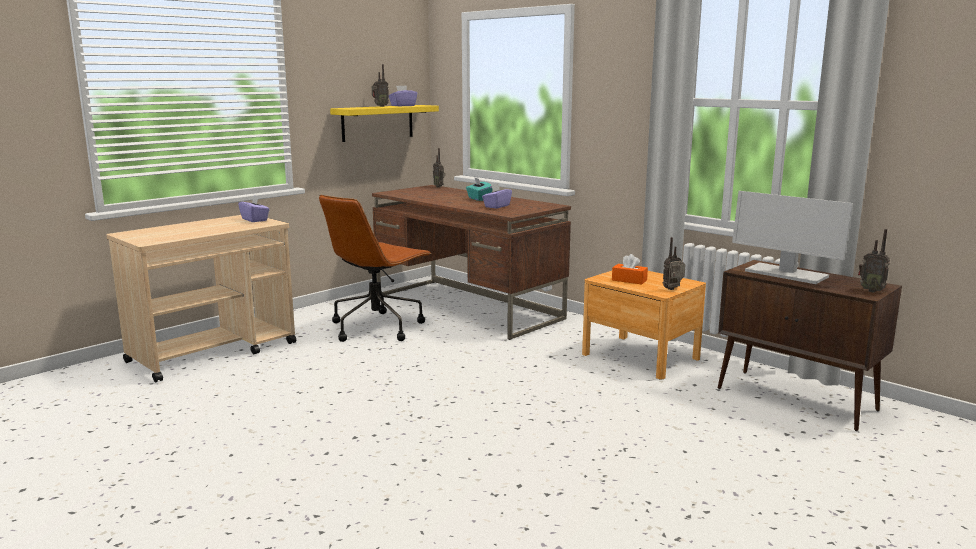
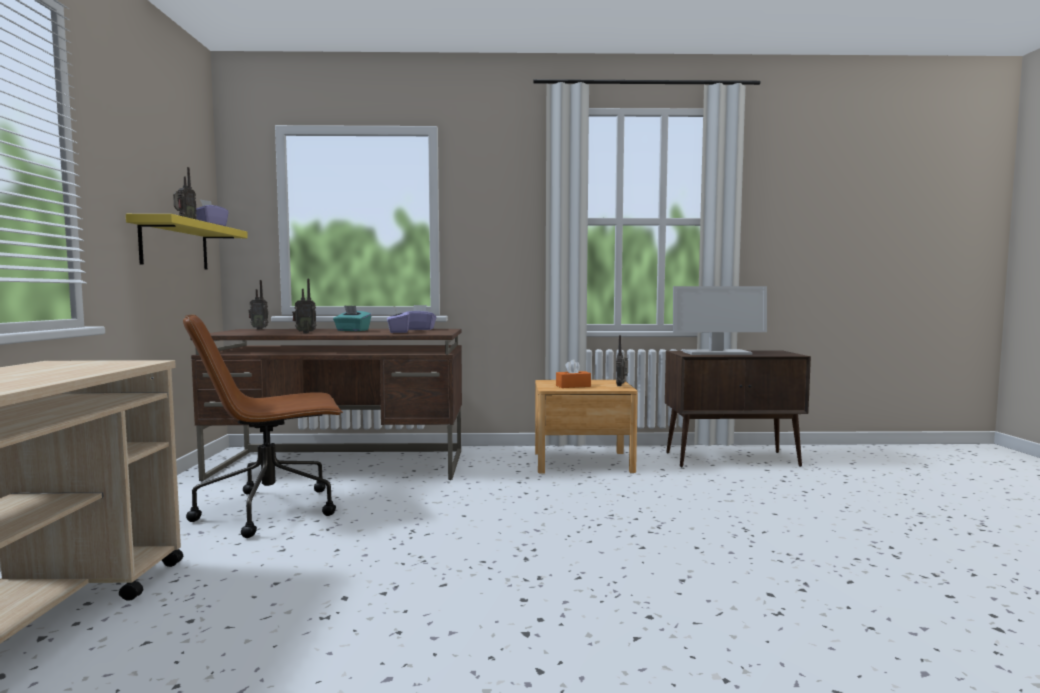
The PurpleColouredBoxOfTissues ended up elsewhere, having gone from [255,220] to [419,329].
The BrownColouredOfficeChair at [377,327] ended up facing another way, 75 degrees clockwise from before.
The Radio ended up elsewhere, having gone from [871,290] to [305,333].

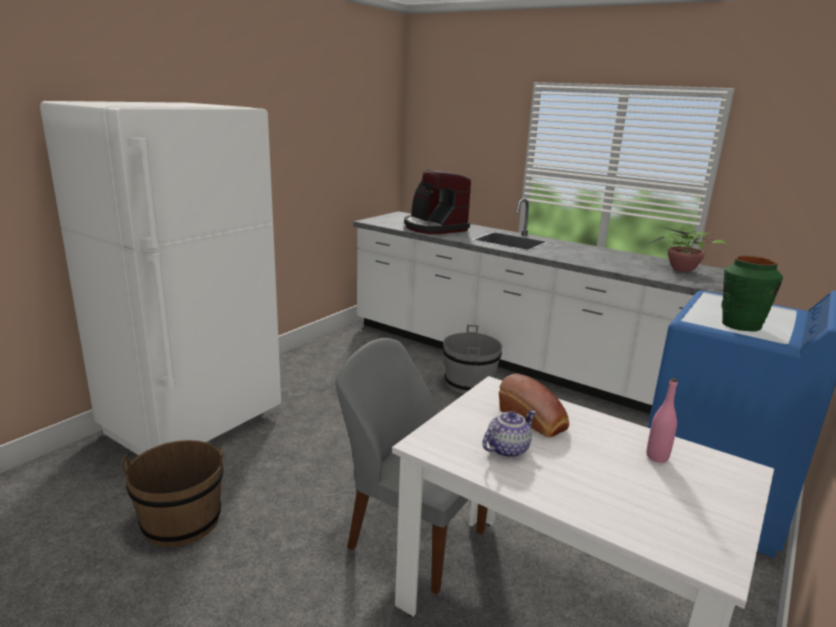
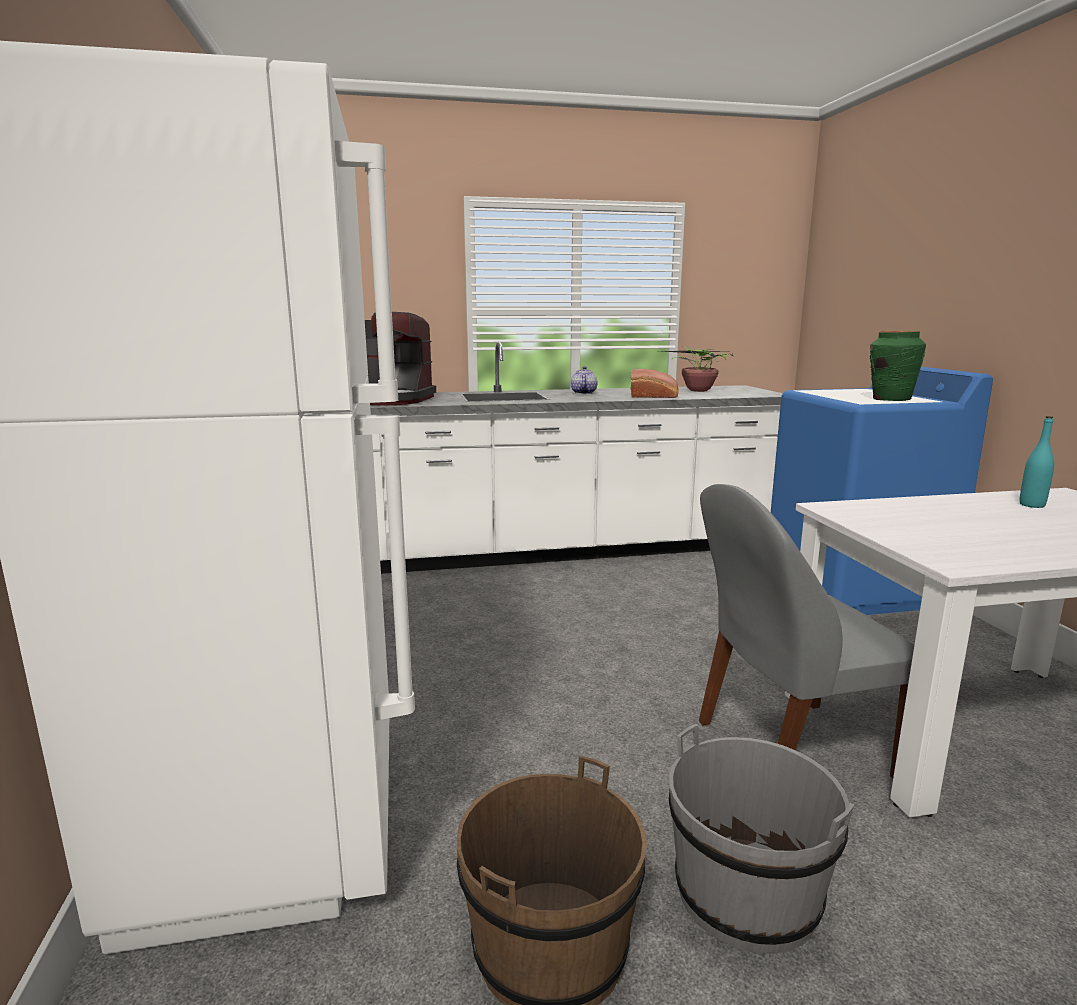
The GreyishPail ended up elsewhere, having gone from [469,383] to [746,895].
The Teapot ended up elsewhere, having gone from [507,449] to [583,393].
The Bread ended up elsewhere, having gone from [534,420] to [654,396].
What was the PinkColouredBottle at [657,457] turned into the TurquoiseBottle at [1032,505].

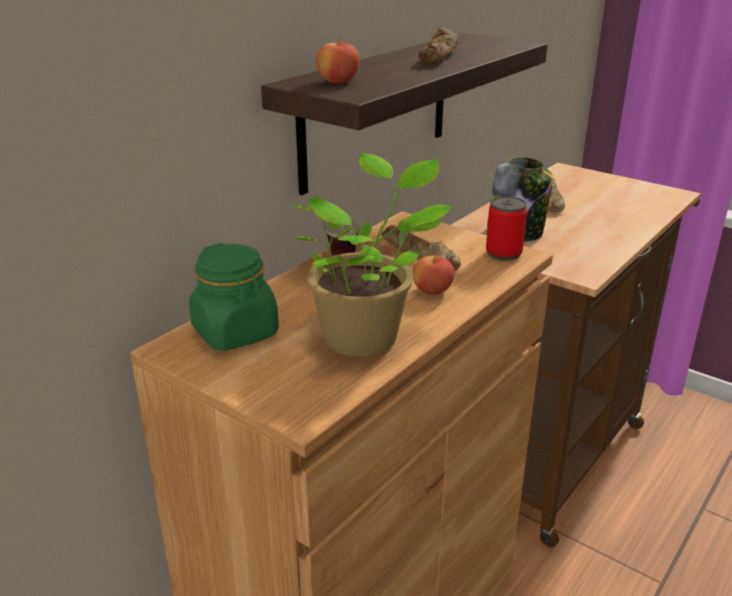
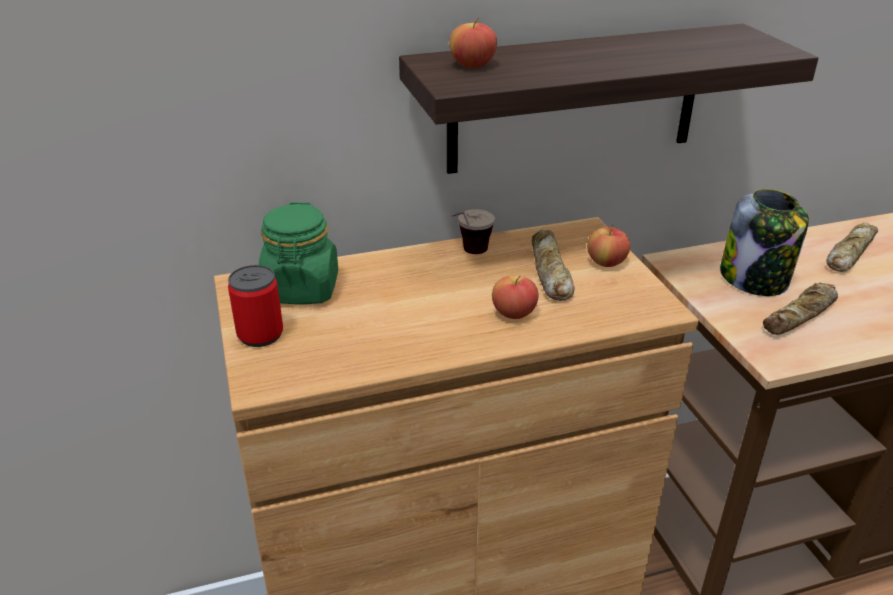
The second view lost the PlantInAPot at [365,336].
The Bread ended up elsewhere, having gone from [439,56] to [801,315].
The SealedCan ended up elsewhere, having gone from [503,253] to [260,334].
The second view gained the AppleFruit at [606,262].

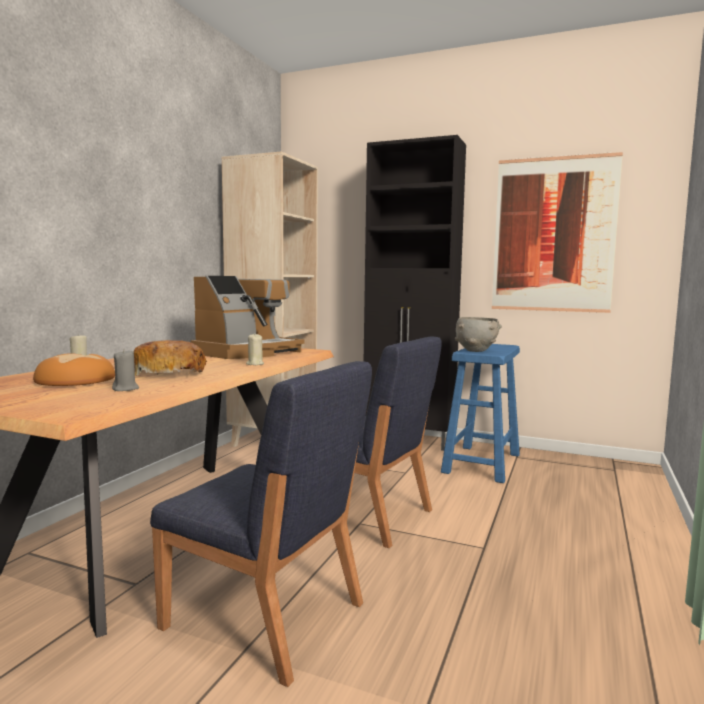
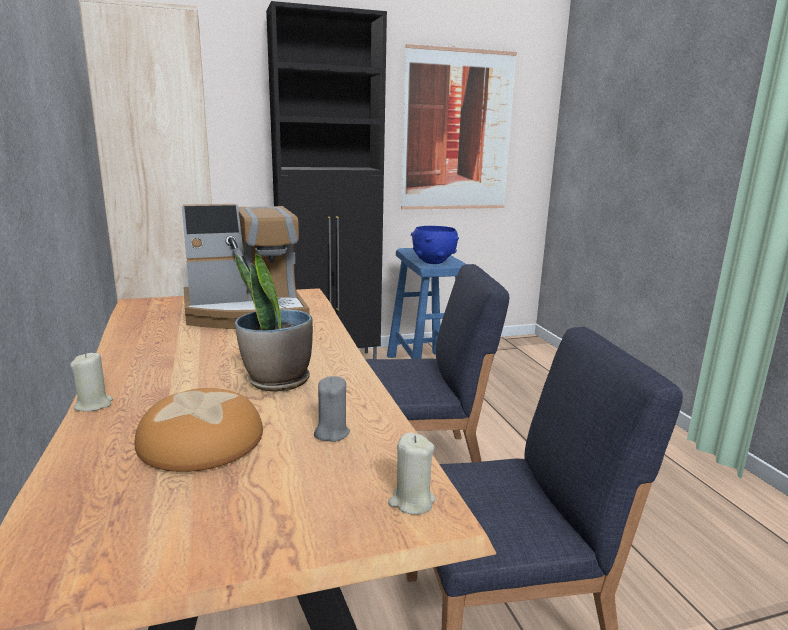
Where the Bread stood at [168,373], the PlantInAPot came to stand at [277,381].
The CoffeeMachine at [247,352] ended up facing another way, 75 degrees clockwise from before.
The BeigeColouredWaxLight ended up elsewhere, having gone from [255,364] to [411,502].
What was the GreyishBowl at [476,351] turned into the BlueBowl at [433,262].

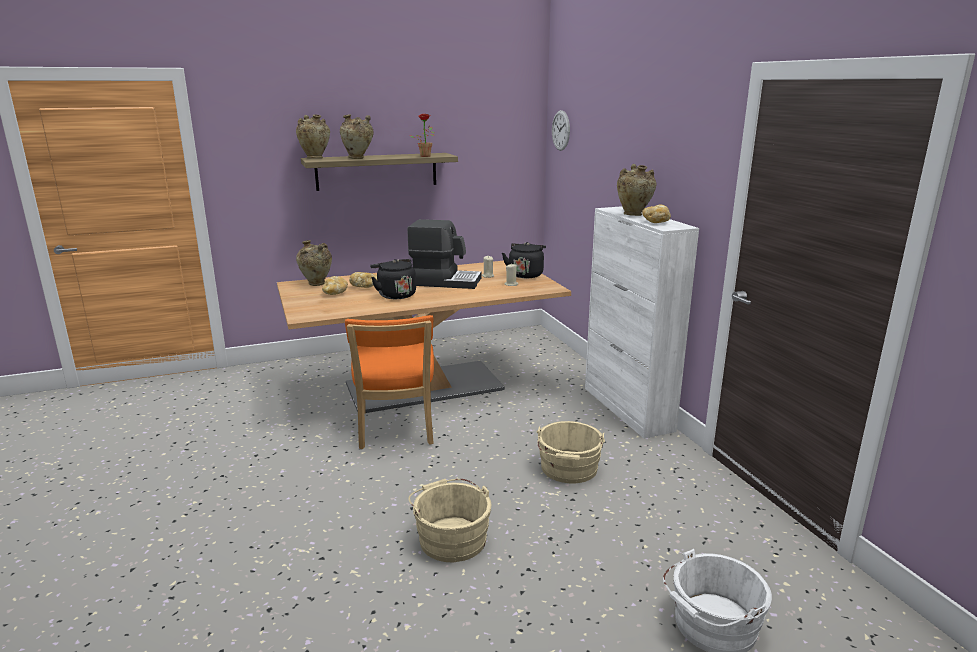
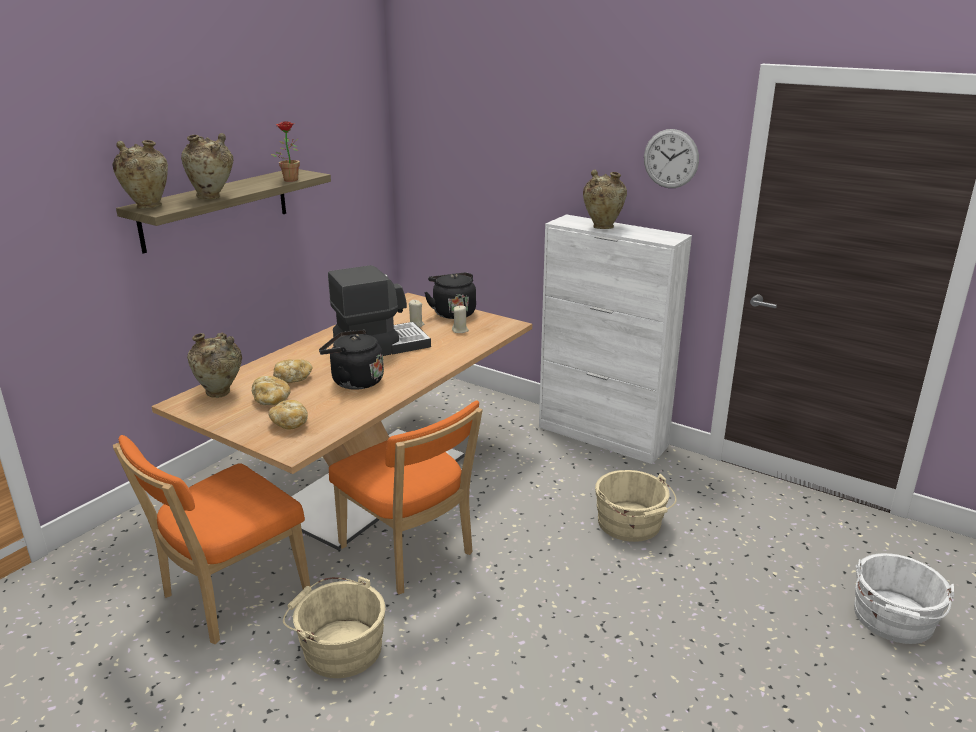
The BeigeColouredPail ended up elsewhere, having gone from [451,537] to [338,647].
The HangingClock ended up elsewhere, having gone from [561,130] to [671,158].
The Bread ended up elsewhere, having gone from [656,222] to [290,423].
The second view gained the OrangeUprightChair at [230,596].

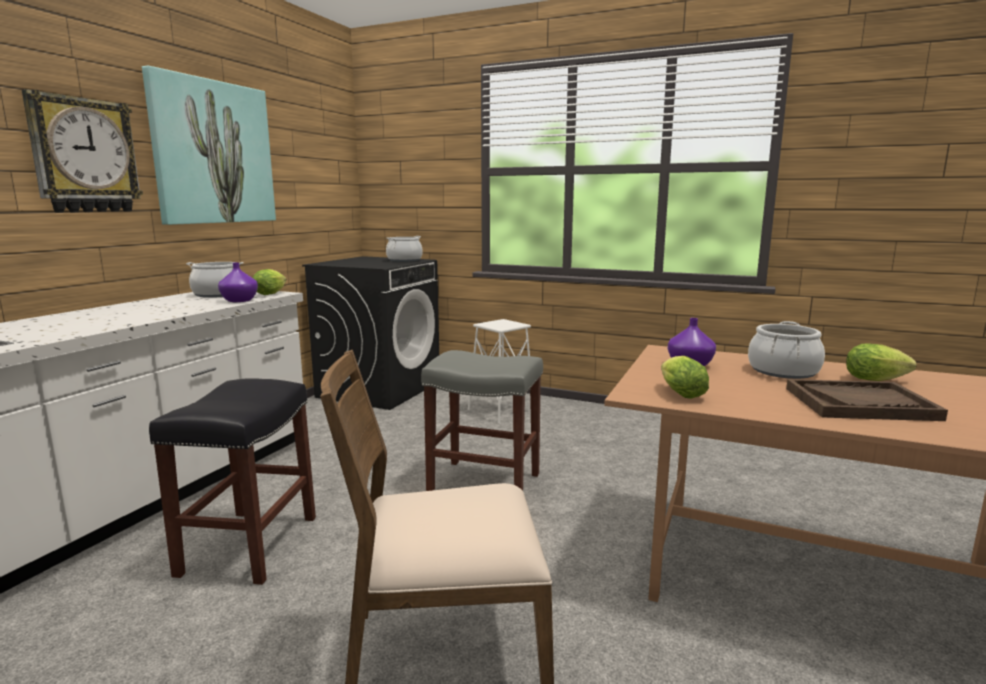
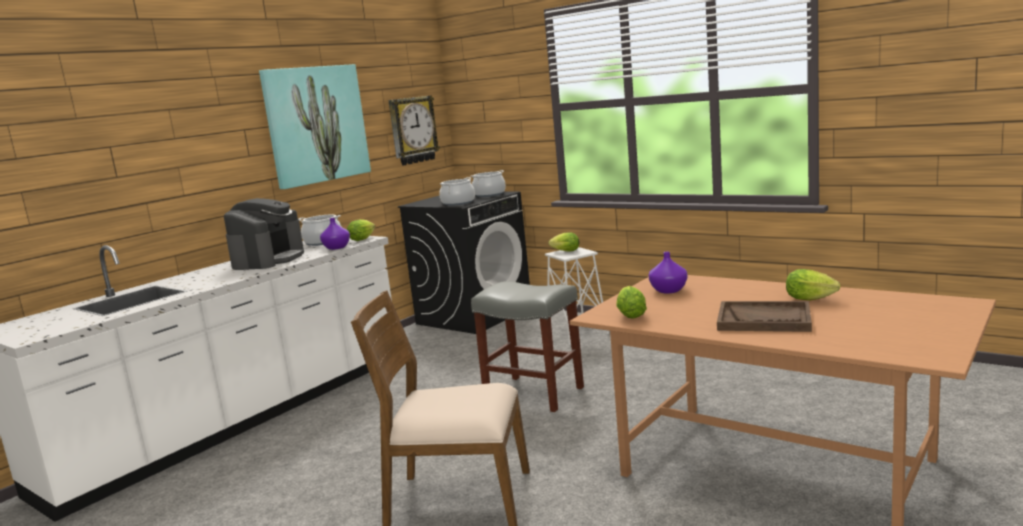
The HangingClock ended up elsewhere, having gone from [84,156] to [412,130].
The second view lost the BlackishSittingStool at [250,544].
The Saucepot ended up elsewhere, having gone from [783,371] to [458,203].
The second view gained the CoffeeMachine at [269,259].
The second view gained the LettuceHead at [564,251].

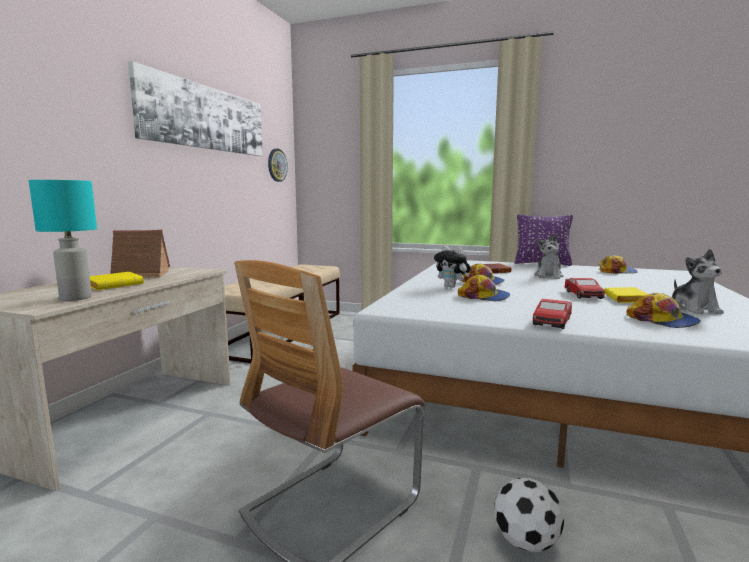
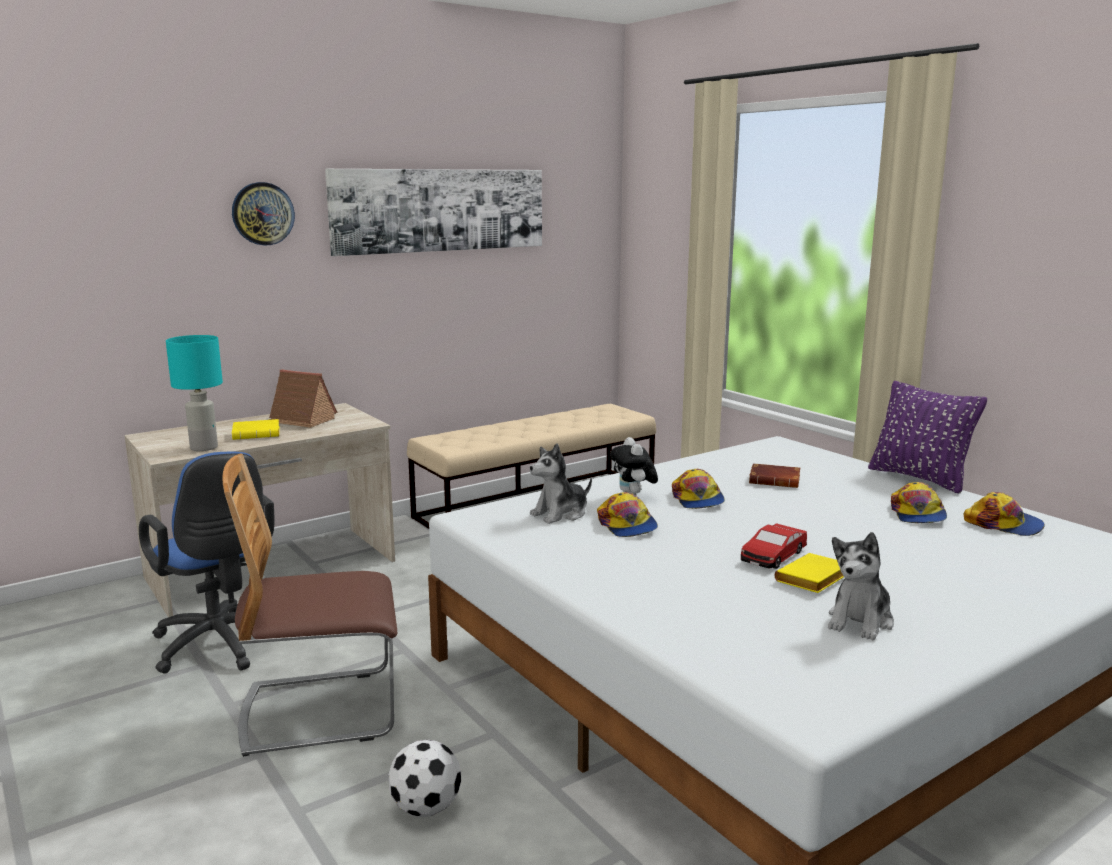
The HangingClock ended up elsewhere, having gone from [277,165] to [263,214].
The second view lost the ModelCar at [552,321].
The SoftToy ended up elsewhere, having gone from [548,276] to [560,514].
The BaseballCap ended up elsewhere, having gone from [662,320] to [917,514].
The second view gained the BlueOfficeChair at [220,647].

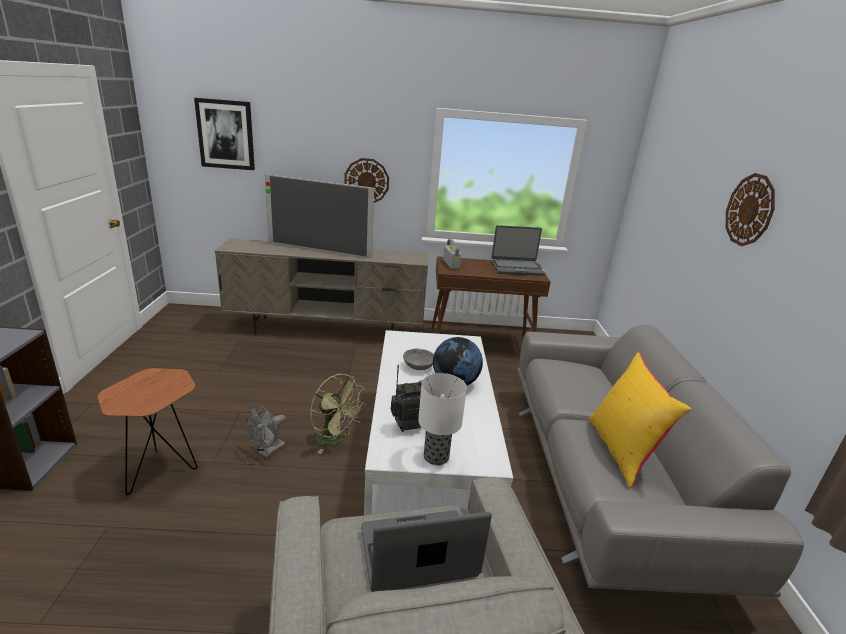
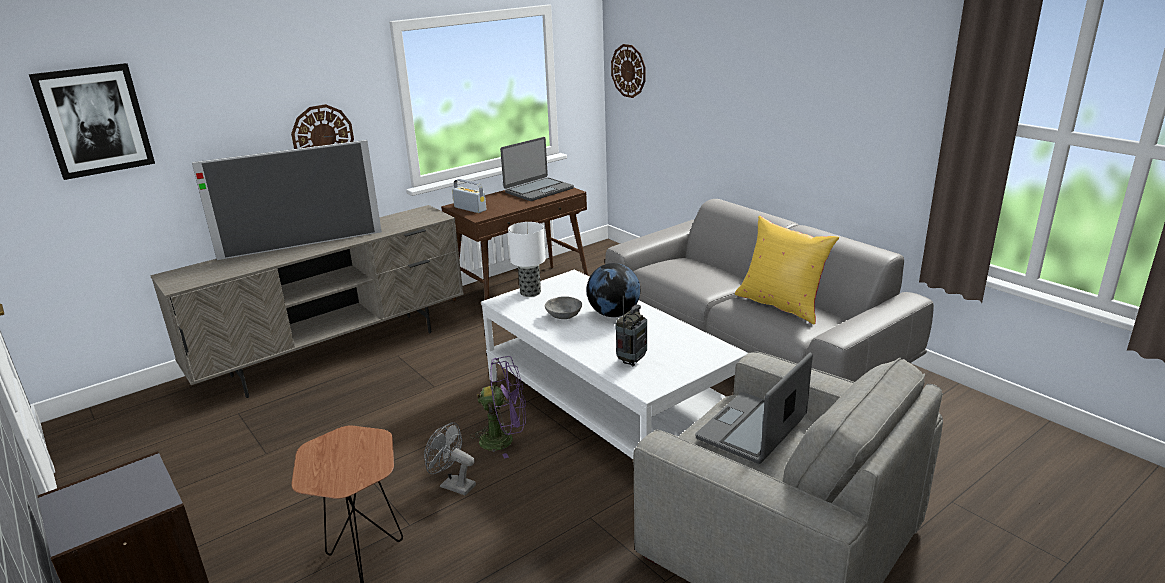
The GreyishElectricFan at [268,451] ended up facing another way, 120 degrees clockwise from before.
What was the GreenElectricFan at [336,439] turned into the PurpleColouredElectricFan at [504,440].
The TabletopLamp ended up elsewhere, having gone from [436,457] to [530,293].
The HangingClock ended up elsewhere, having gone from [750,210] to [628,71].

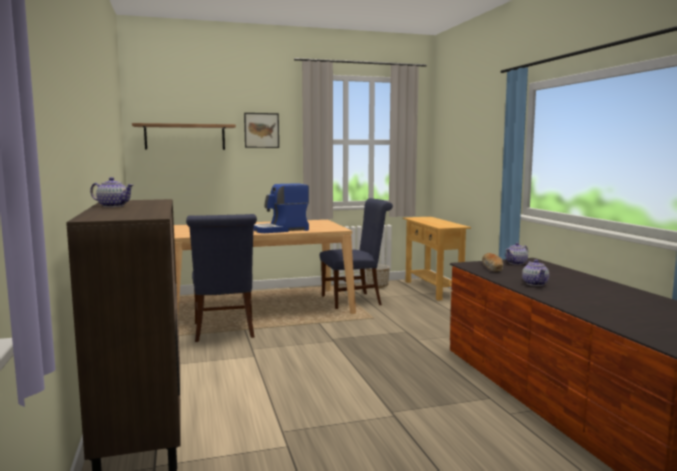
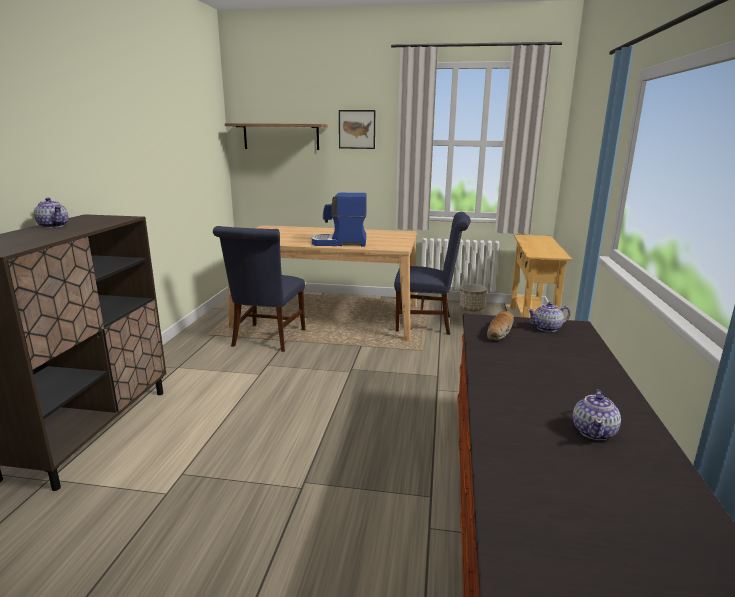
The Teapot ended up elsewhere, having gone from [535,284] to [594,432].

